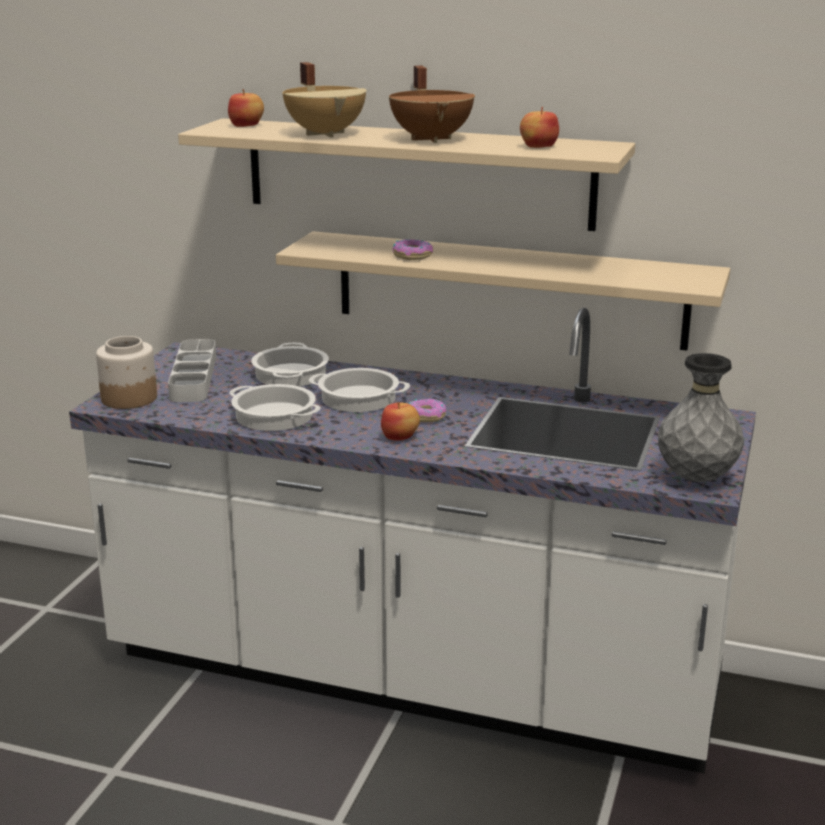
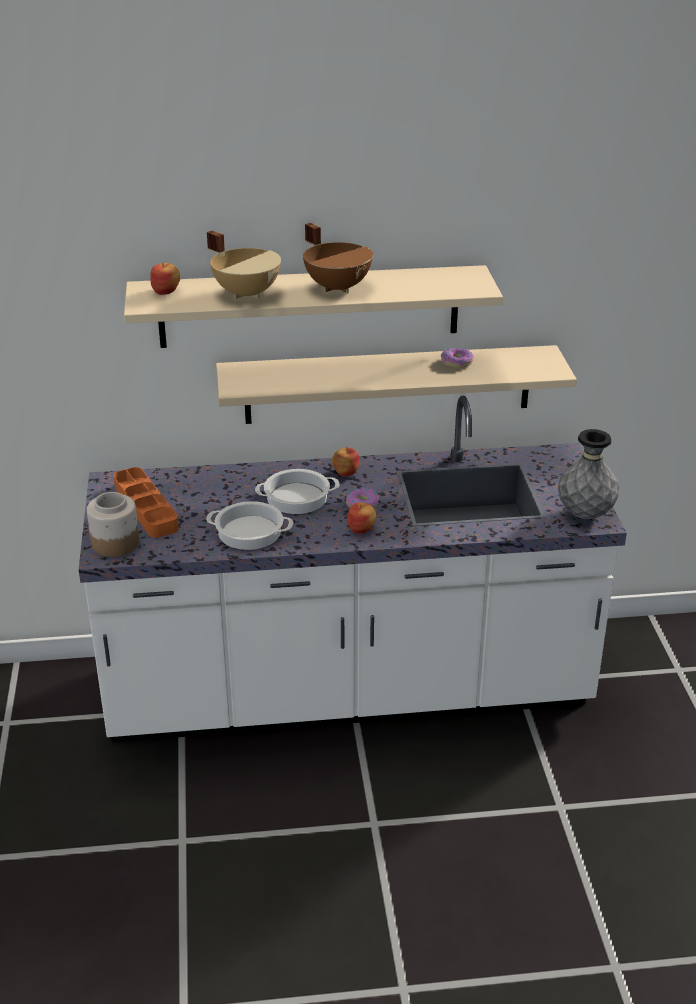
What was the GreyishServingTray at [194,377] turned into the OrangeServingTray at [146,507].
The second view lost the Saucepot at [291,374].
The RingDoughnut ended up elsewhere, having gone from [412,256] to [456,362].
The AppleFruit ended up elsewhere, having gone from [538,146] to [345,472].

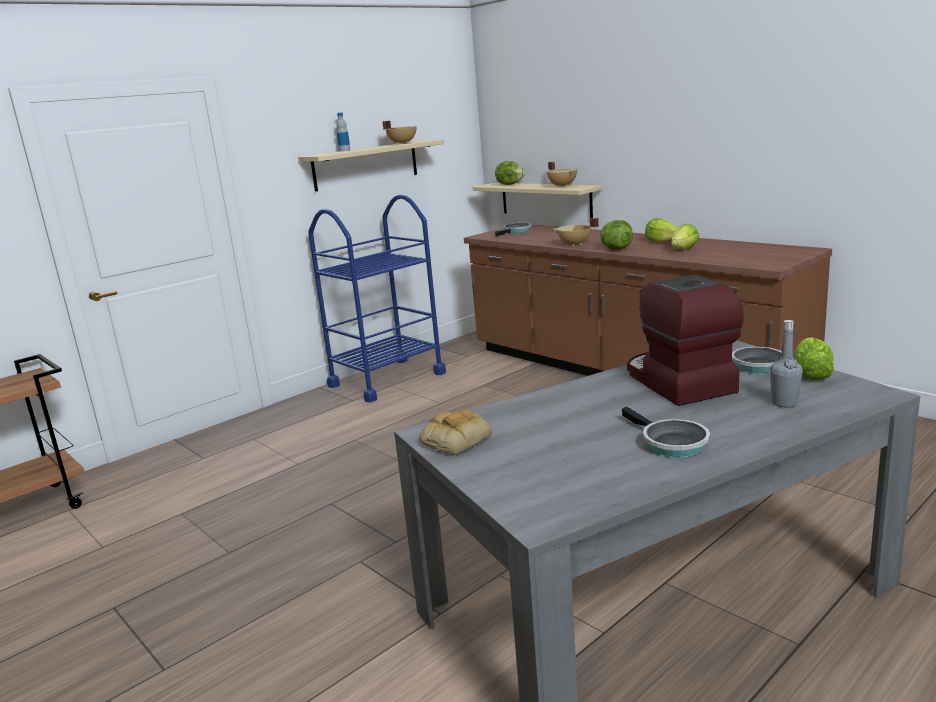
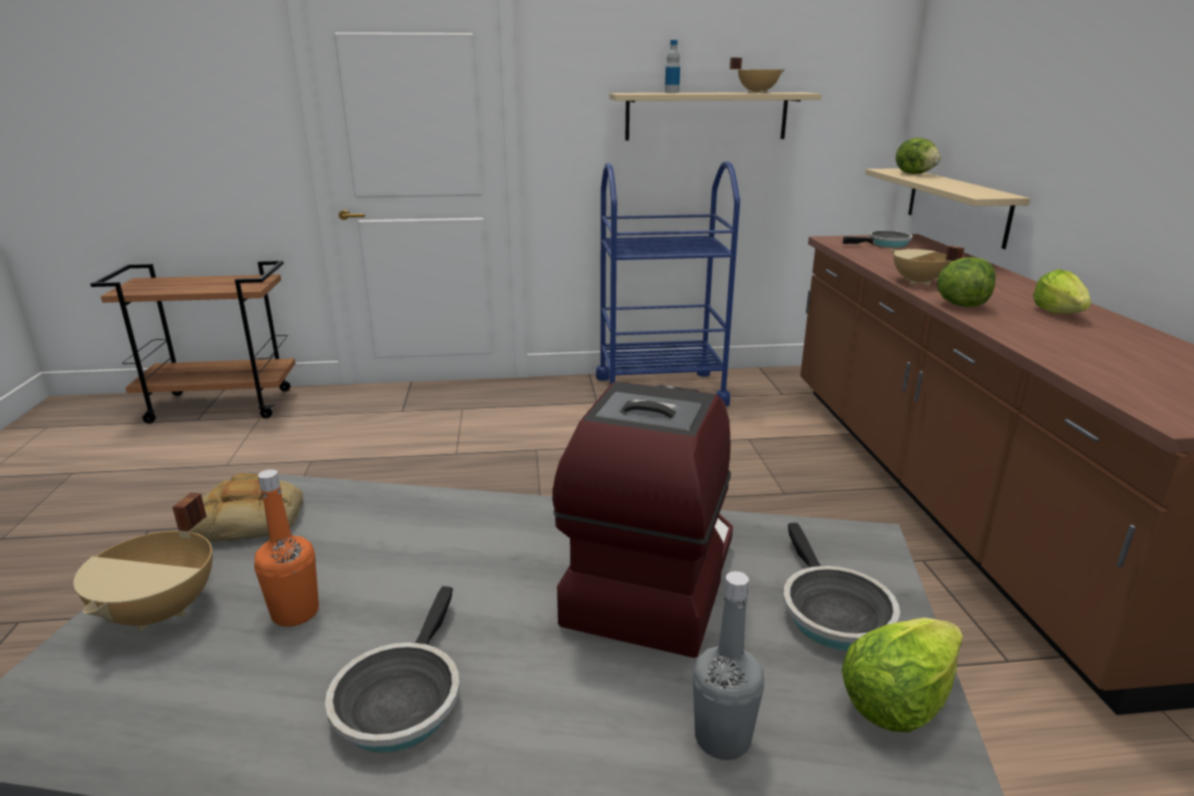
The BeigeColouredSaucepot ended up elsewhere, having gone from [562,186] to [162,612].
The second view lost the LettuceHead at [683,250].
The second view gained the OrangeBottle at [295,613].

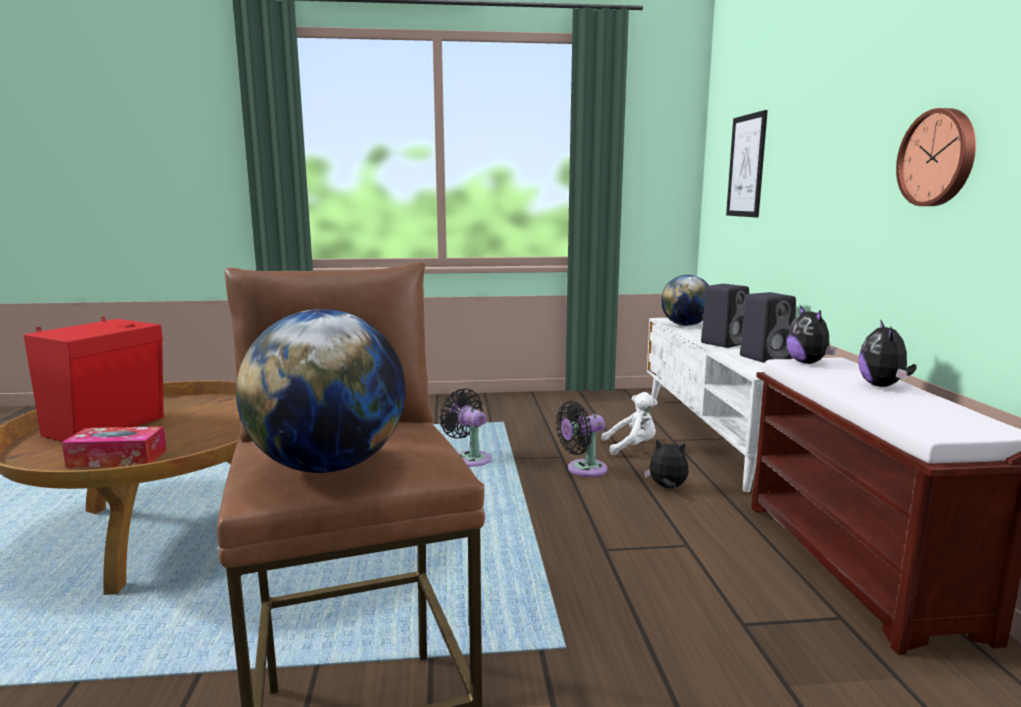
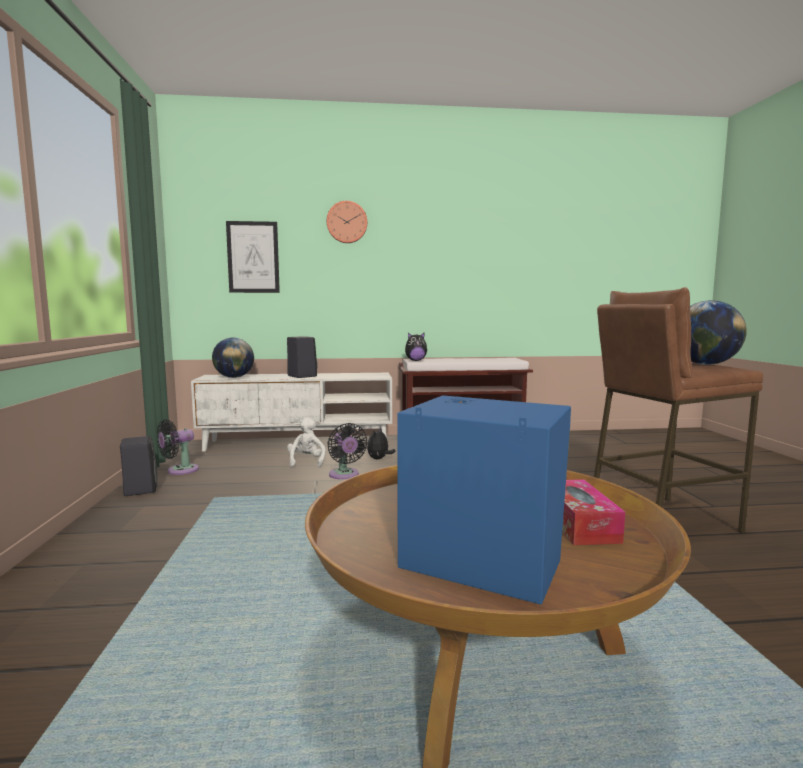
What was the ReddishSpeaker at [110,426] turned into the BlueSpeaker at [479,560].
The BlackishElectricFan ended up elsewhere, having gone from [469,458] to [179,471].
The BlackishSpeaker ended up elsewhere, having gone from [766,357] to [140,489].
The second view lost the SoftToy at [882,386].
The HangingClock ended up elsewhere, having gone from [938,158] to [347,222].

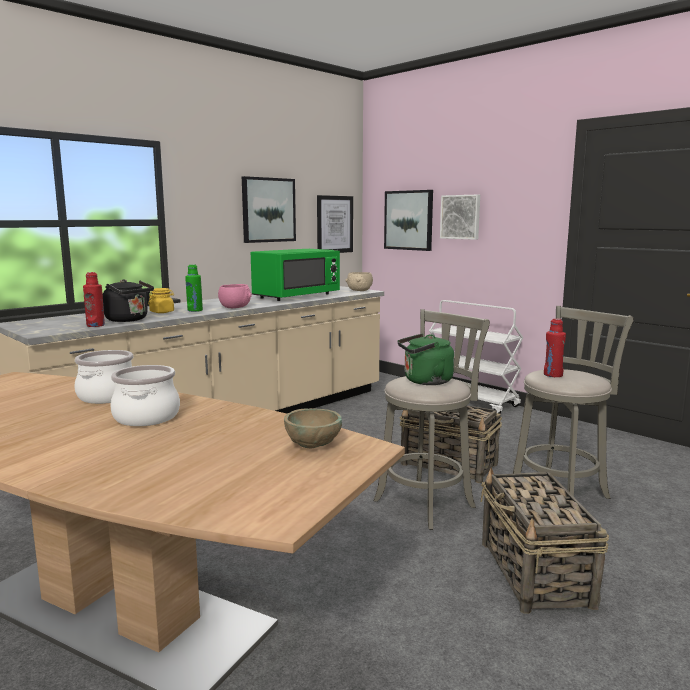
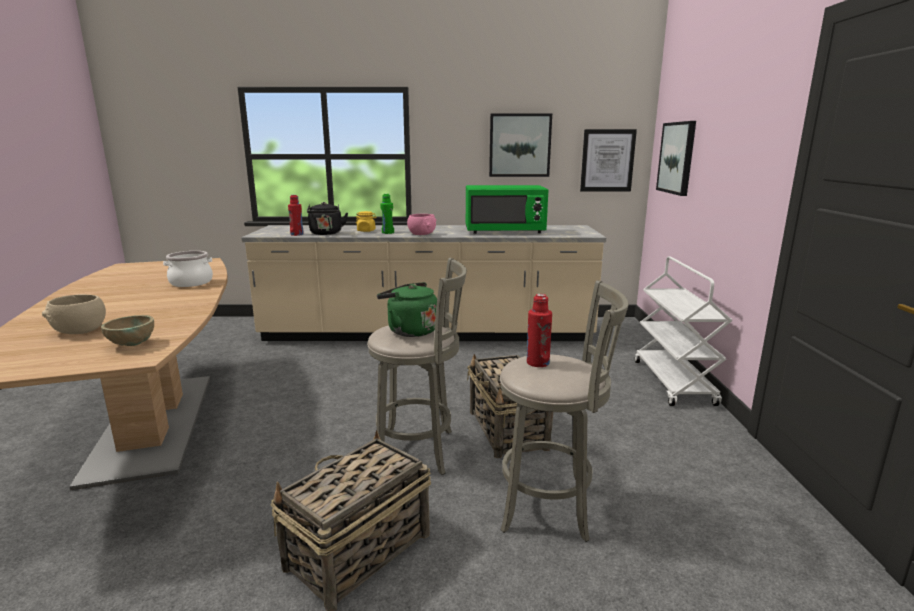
The second view lost the Saucepot at [147,417].
The BeigeColouredBowl ended up elsewhere, having gone from [359,290] to [79,331].
The second view lost the WallArt at [461,217].

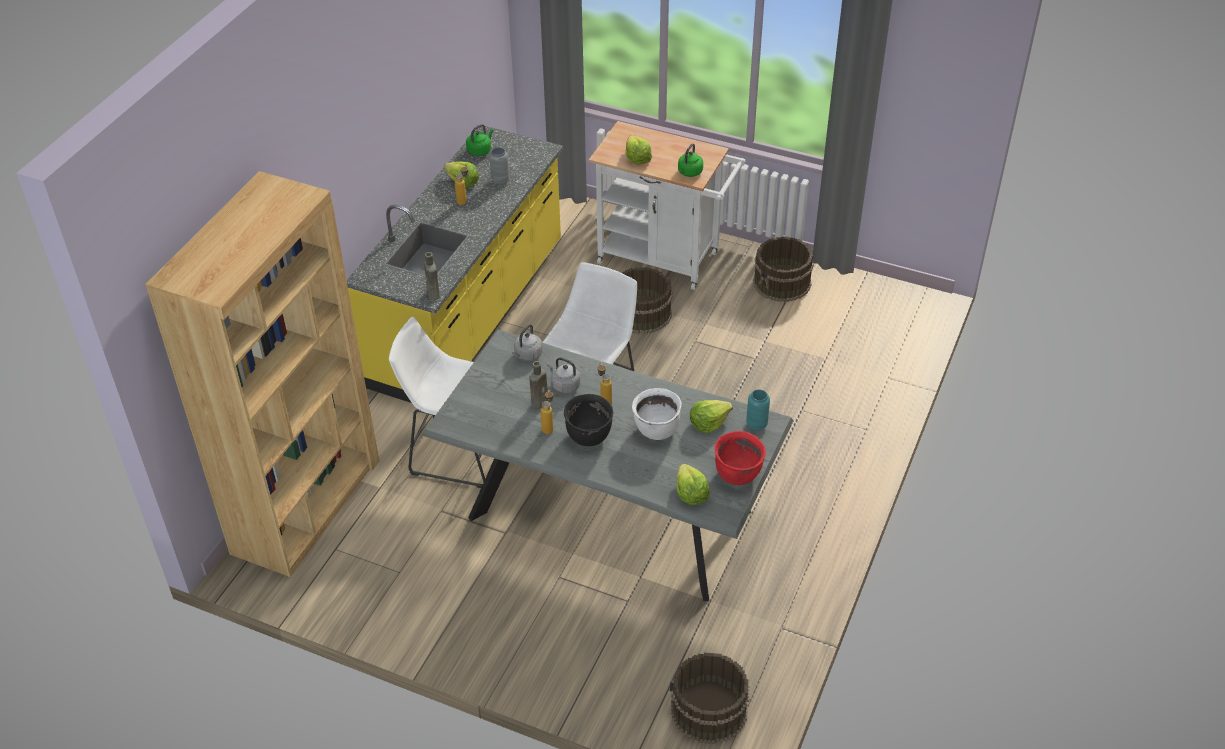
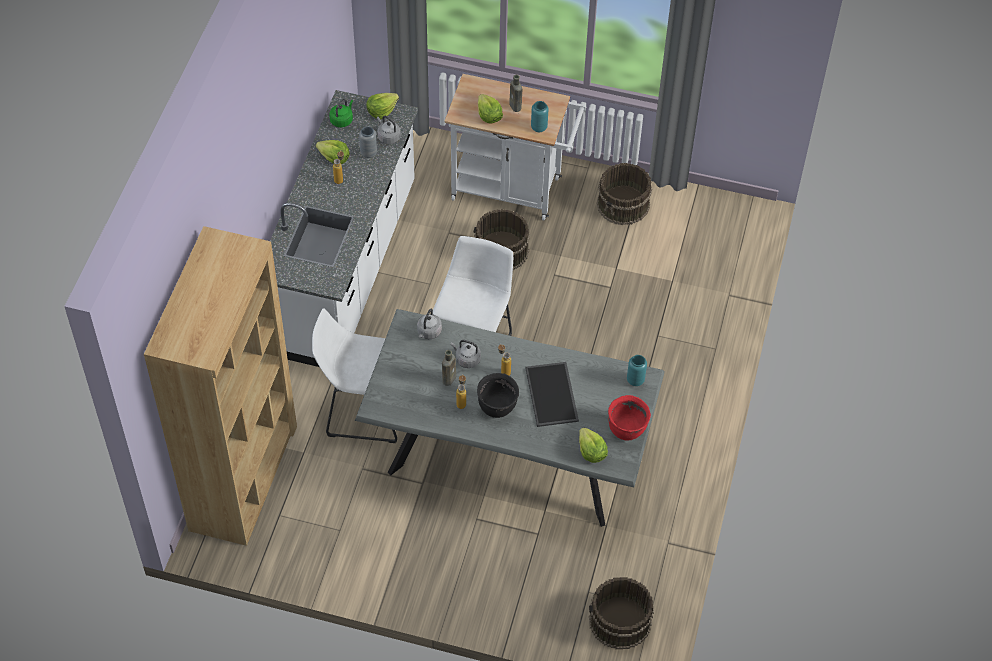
What was the YellowishKitchenCounter at [470,316] turned into the WhiteKitchenCounter at [345,269].
The BrownColouredBottle ended up elsewhere, having gone from [433,295] to [515,107].
Where the WhiteSaucepot stood at [656,430], the ServingTray came to stand at [553,395].
Where the GreenKettle stood at [689,173], the TurquoiseVase came to stand at [539,127].
The LettuceHead ended up elsewhere, having gone from [708,423] to [381,111].
The second view gained the GreyishKettle at [388,137].

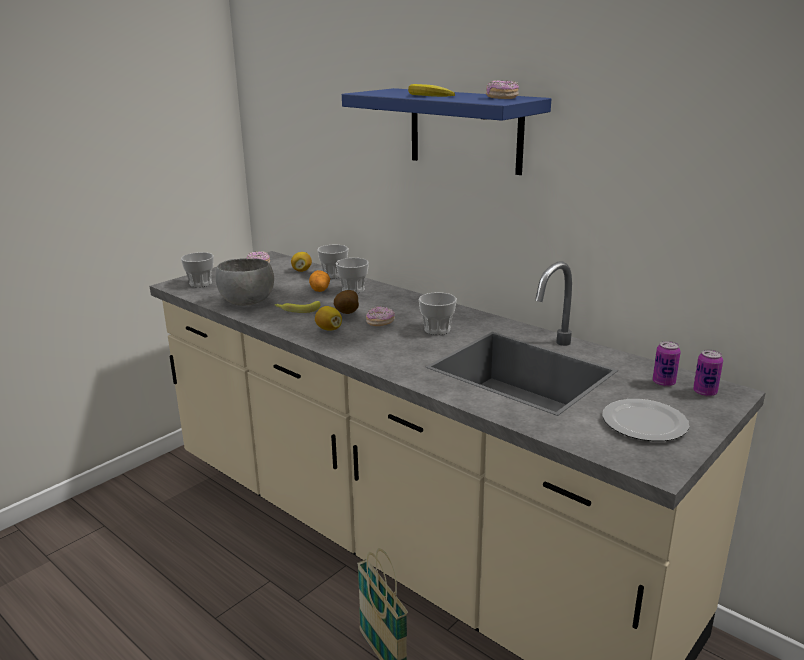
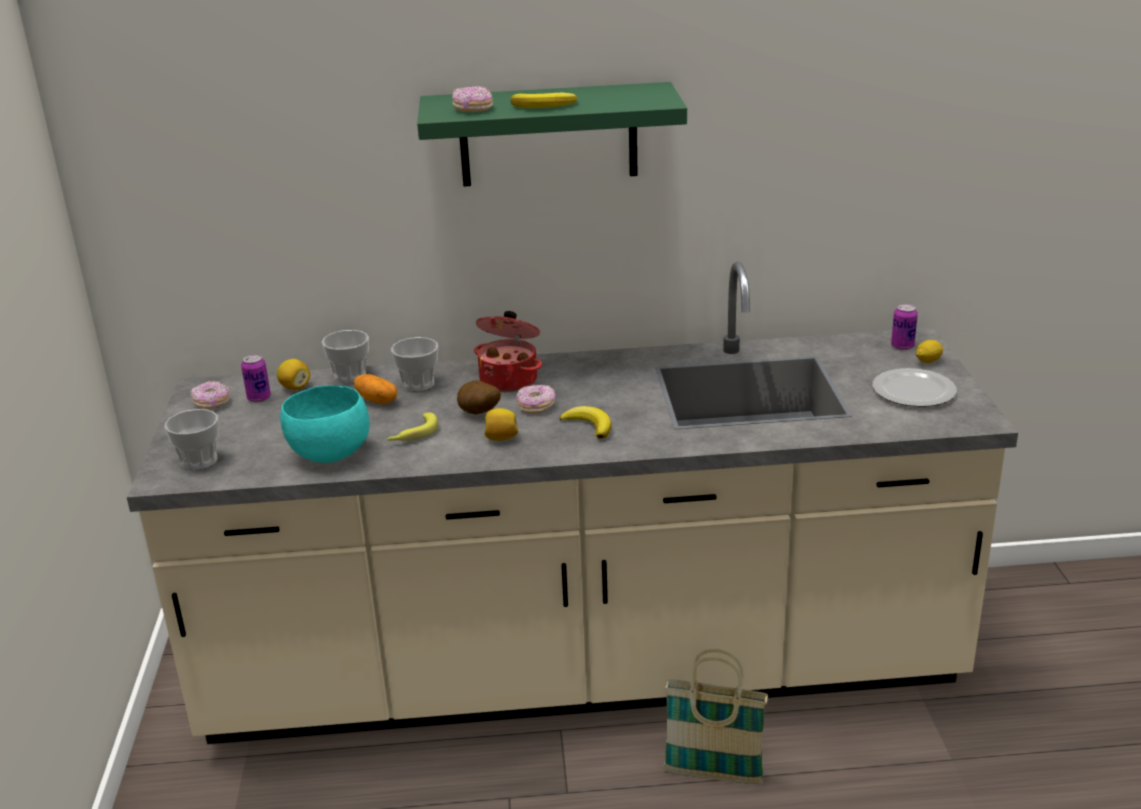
What was the GreyishBowl at [246,302] turned into the TurquoiseBowl at [328,455].
What was the BlueBracketShelf at [465,130] turned into the GreenBracketShelf at [548,135].
The second view lost the SmallCup at [437,330].
The RingDoughnut ended up elsewhere, having gone from [501,98] to [473,109].
The SealedCan ended up elsewhere, having gone from [663,383] to [259,398].
The second view gained the Saucepot at [510,380].
The second view gained the WholeBanana at [589,426].
The second view gained the CitrusFruit at [928,361].

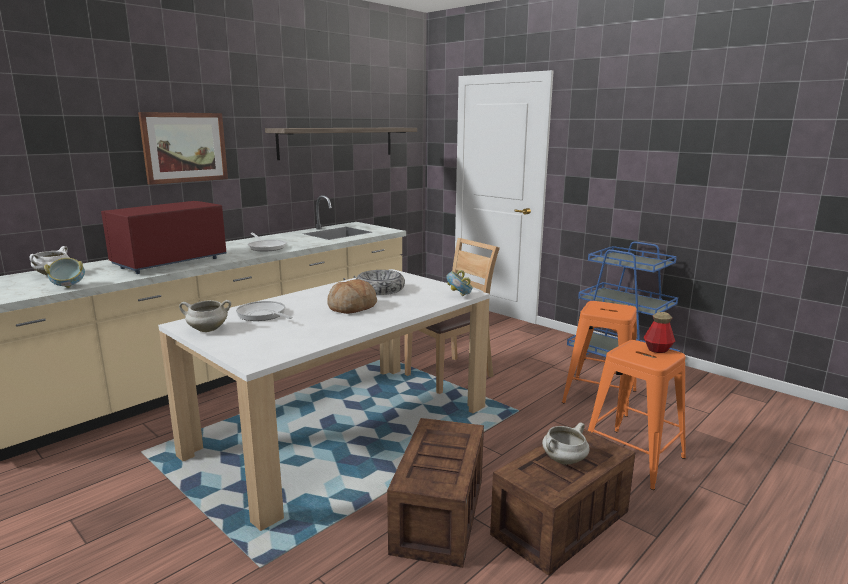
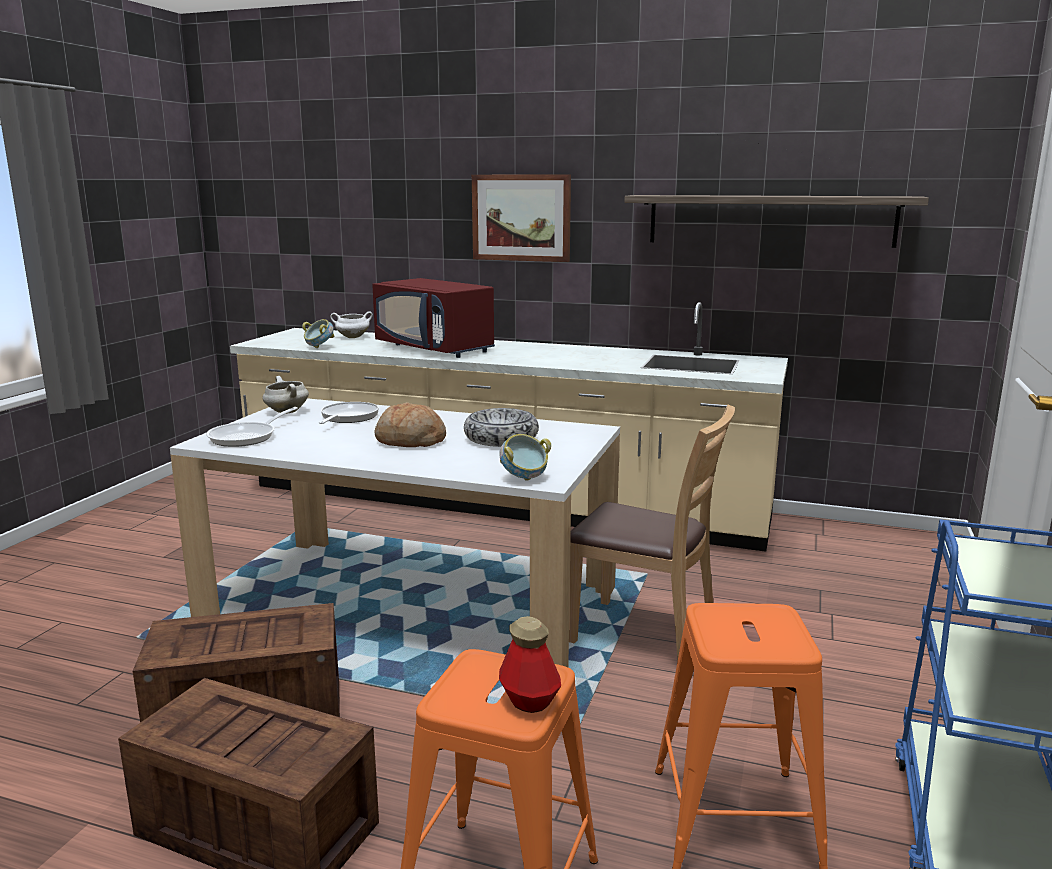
The ReddishMicrowaveOven at [169,262] ended up facing another way, 150 degrees counterclockwise from before.
The Pan ended up elsewhere, having gone from [266,247] to [247,437].
The second view lost the WhiteSaucepot at [564,461].

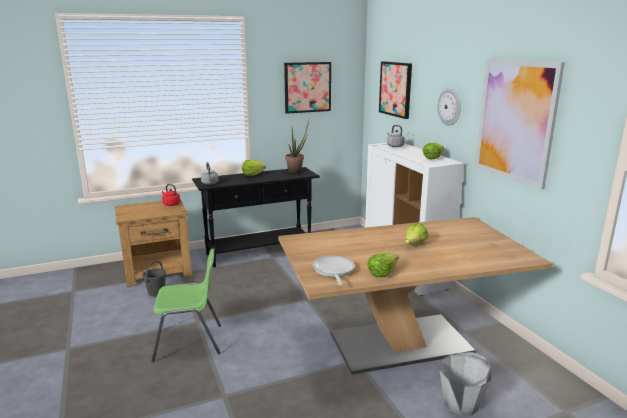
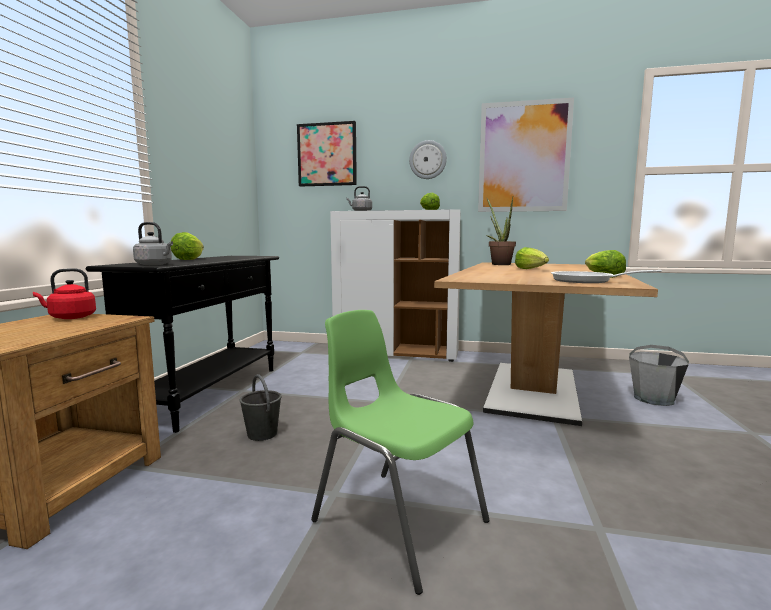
The GreyishPail ended up elsewhere, having gone from [156,292] to [262,434].
The GreenUprightChair at [189,342] ended up facing another way, 75 degrees counterclockwise from before.
The second view lost the WallArt at [307,87].
The PlantInAPot ended up elsewhere, having gone from [296,170] to [498,264].

